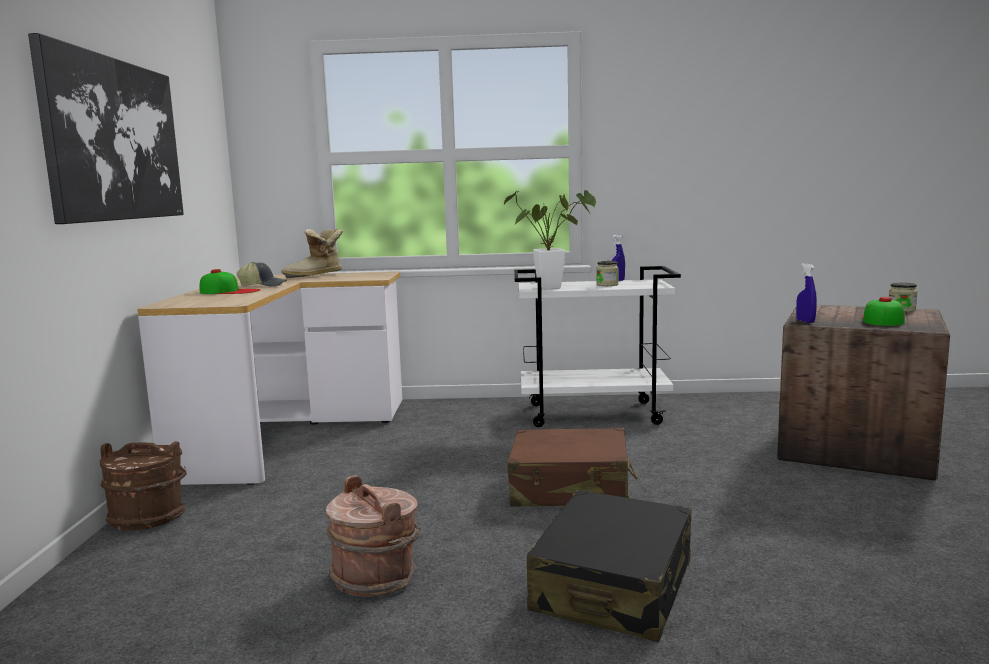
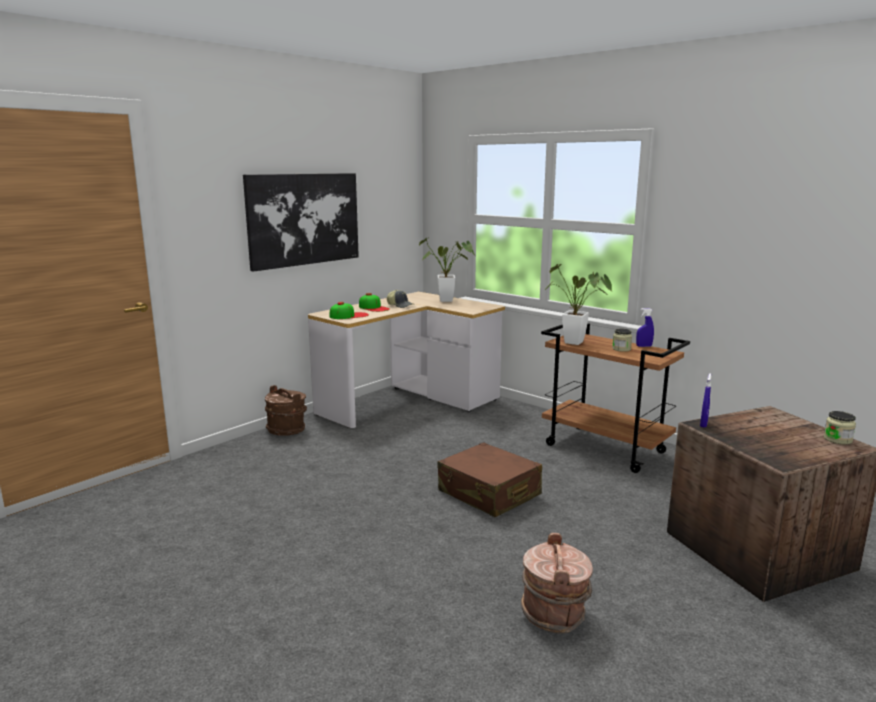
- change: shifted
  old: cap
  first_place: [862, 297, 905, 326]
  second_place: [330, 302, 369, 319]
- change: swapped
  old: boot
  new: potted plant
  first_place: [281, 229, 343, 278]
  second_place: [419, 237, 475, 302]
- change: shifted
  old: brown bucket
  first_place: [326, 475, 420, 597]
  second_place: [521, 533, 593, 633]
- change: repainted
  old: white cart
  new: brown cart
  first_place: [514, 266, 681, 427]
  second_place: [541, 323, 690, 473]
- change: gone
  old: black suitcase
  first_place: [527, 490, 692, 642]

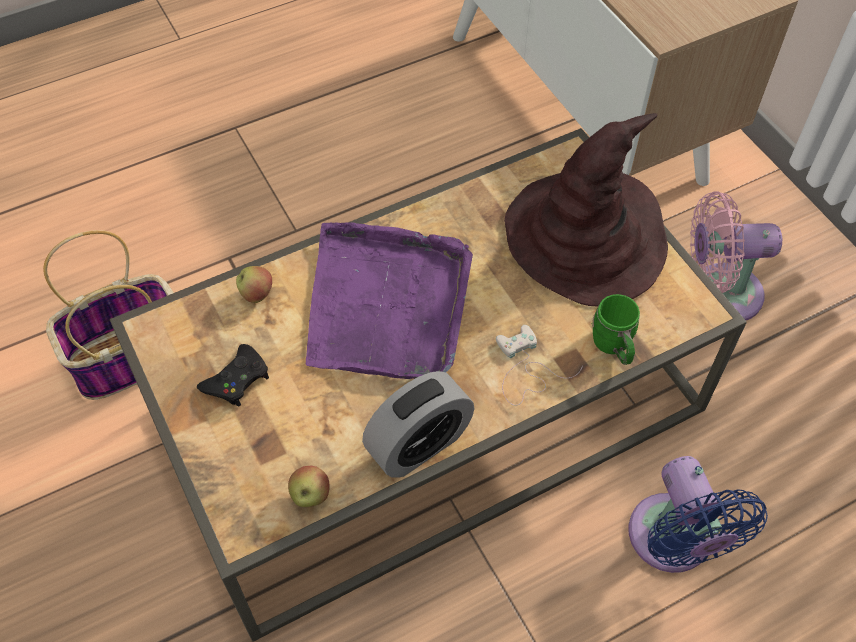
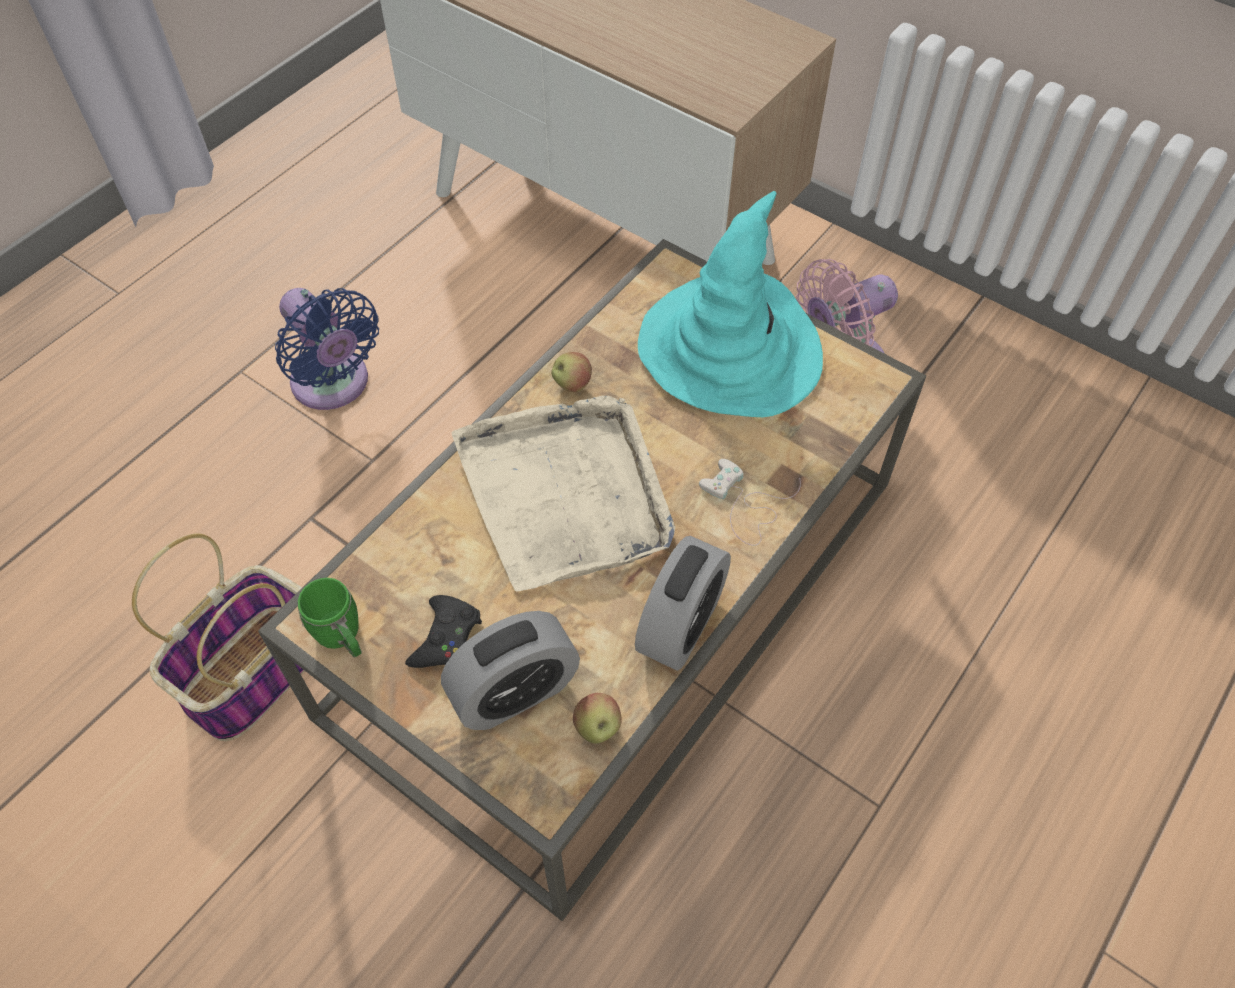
- change: shifted
  old: blue fan
  first_place: [629, 456, 768, 573]
  second_place: [275, 288, 379, 410]
- change: shifted
  old: green mug
  first_place: [592, 294, 640, 365]
  second_place: [298, 578, 362, 657]
- change: new
  new: alarm clock
  second_place: [441, 611, 580, 730]
- change: repainted
  old: purple tray
  new: beige tray
  first_place: [306, 222, 473, 379]
  second_place: [451, 396, 675, 592]
- change: shifted
  old: apple
  first_place: [236, 266, 272, 303]
  second_place: [551, 352, 592, 392]
- change: repainted
  old: brown hat
  new: turquoise hat
  first_place: [504, 113, 668, 306]
  second_place: [638, 191, 823, 417]

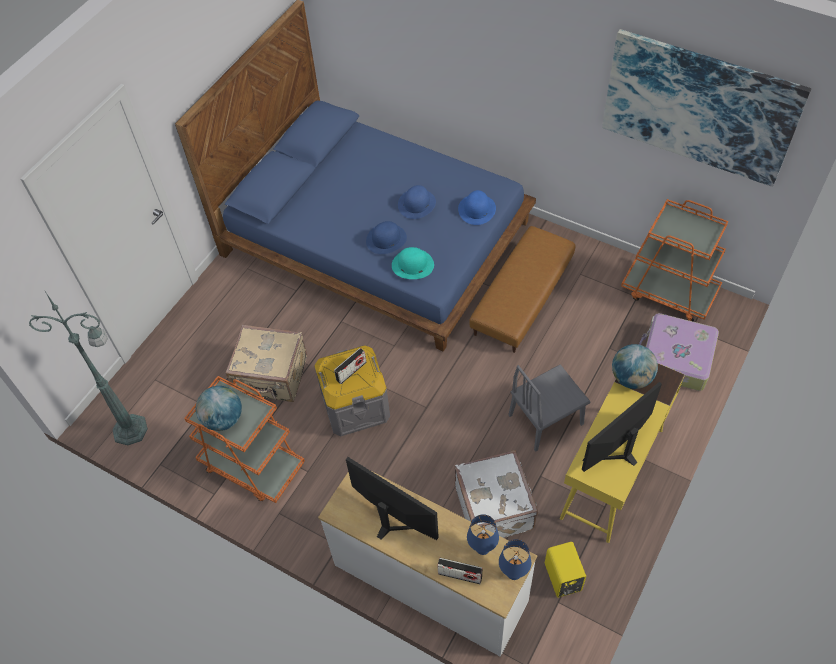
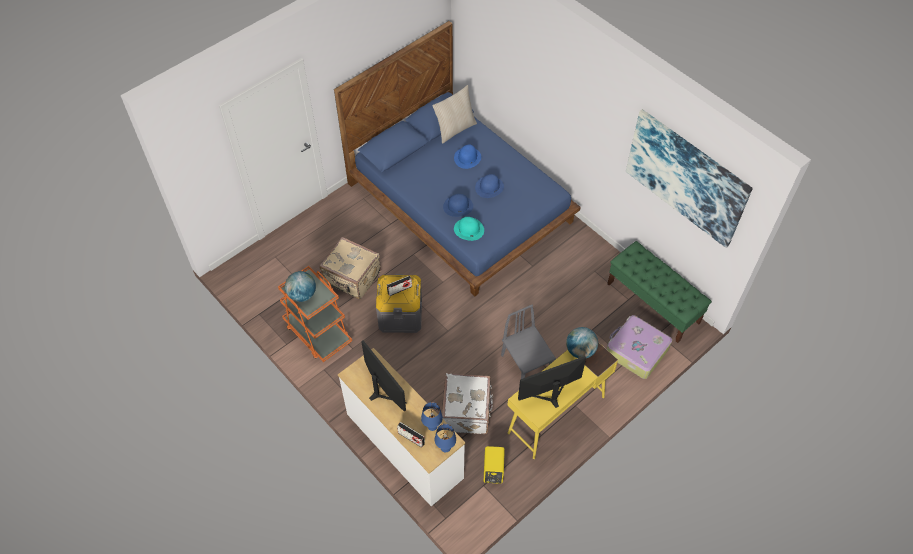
- change: new
  new: beige pillow
  second_place: [432, 85, 477, 144]
- change: shifted
  old: blue hat
  first_place: [458, 190, 496, 225]
  second_place: [454, 145, 481, 169]
- change: rotated
  old: grey chair
  first_place: [508, 364, 591, 452]
  second_place: [501, 305, 556, 379]
  degrees: 75
- change: swapped
  old: orange cart
  new: green bench
  first_place: [621, 199, 728, 322]
  second_place: [607, 241, 712, 343]
- change: gone
  old: green floor lamp
  first_place: [29, 290, 148, 445]
- change: gone
  old: brown ottoman
  first_place: [469, 226, 576, 353]

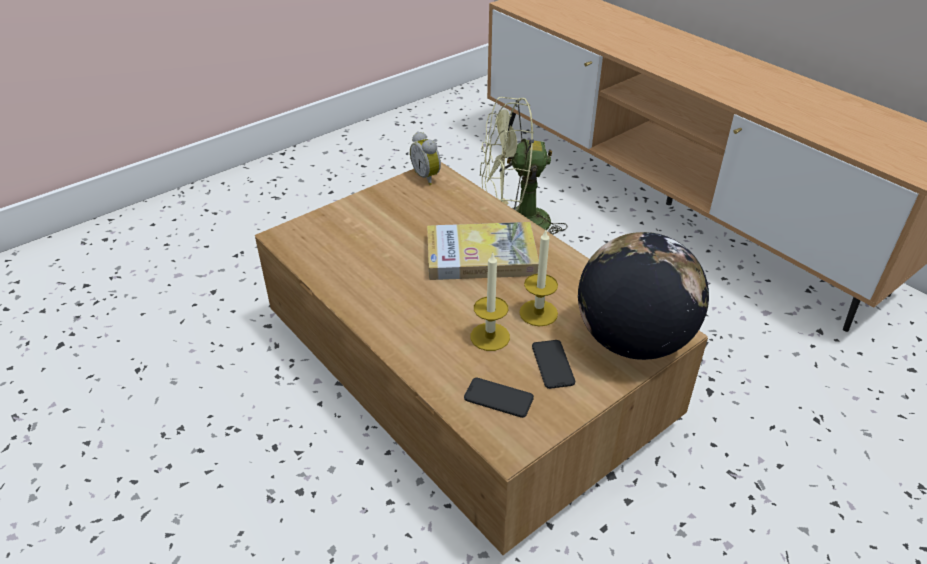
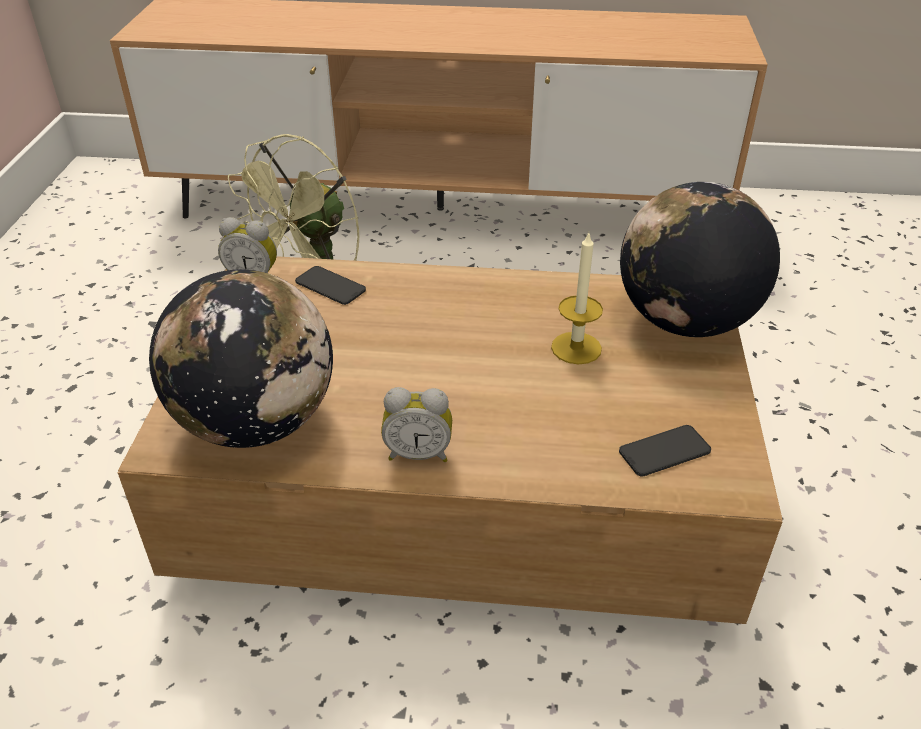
- change: new
  new: globe
  second_place: [149, 269, 333, 448]
- change: shifted
  old: phone
  first_place: [532, 340, 575, 389]
  second_place: [295, 266, 366, 305]
- change: new
  new: alarm clock
  second_place: [381, 387, 452, 462]
- change: gone
  old: book
  first_place: [427, 222, 539, 280]
- change: gone
  old: candle
  first_place: [470, 253, 510, 351]

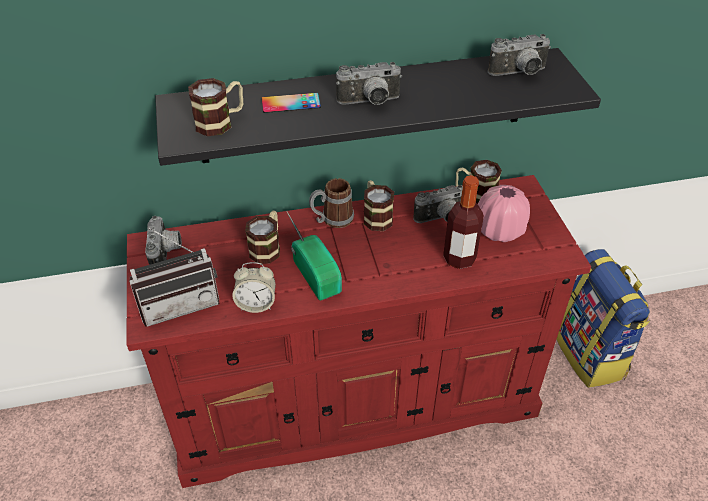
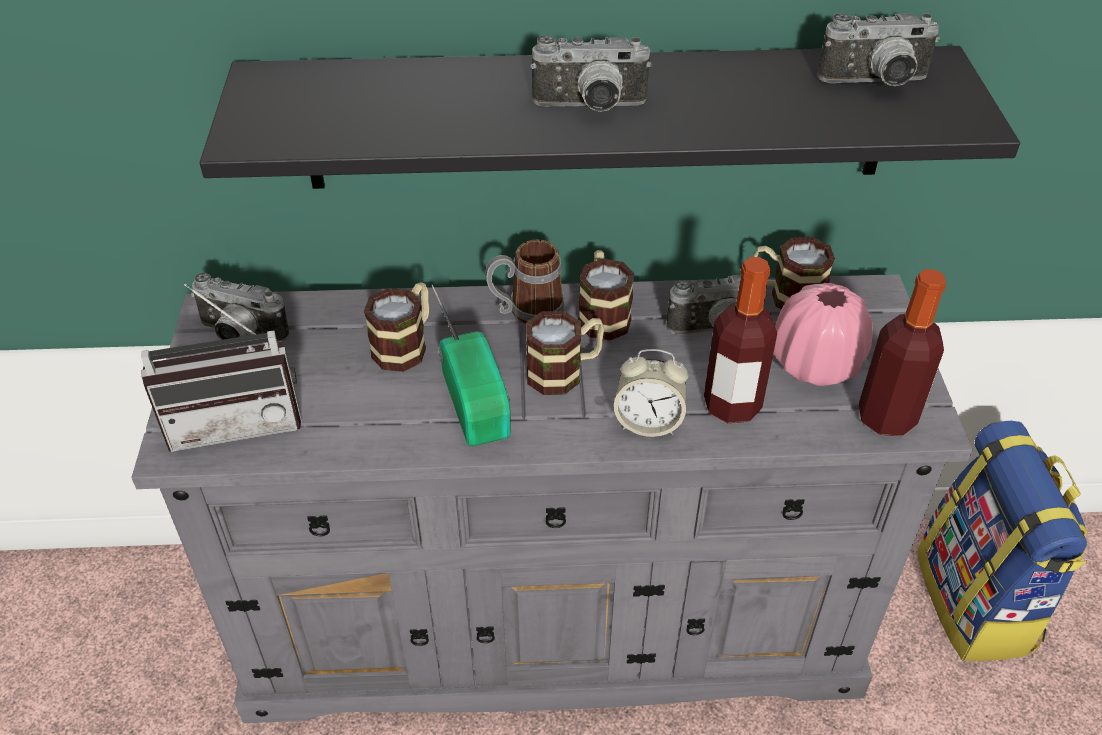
- change: repainted
  old: red dresser
  new: grey dresser
  first_place: [127, 175, 591, 488]
  second_place: [131, 274, 972, 723]
- change: rotated
  old: photo camera
  first_place: [145, 216, 182, 270]
  second_place: [191, 273, 289, 342]
  degrees: 105
- change: shifted
  old: mug
  first_place: [188, 78, 243, 136]
  second_place: [526, 311, 605, 395]
- change: shifted
  old: alarm clock
  first_place: [232, 262, 276, 313]
  second_place: [614, 349, 689, 437]
- change: new
  new: bottle
  second_place: [859, 269, 946, 436]
- change: gone
  old: phone
  first_place: [262, 93, 321, 113]

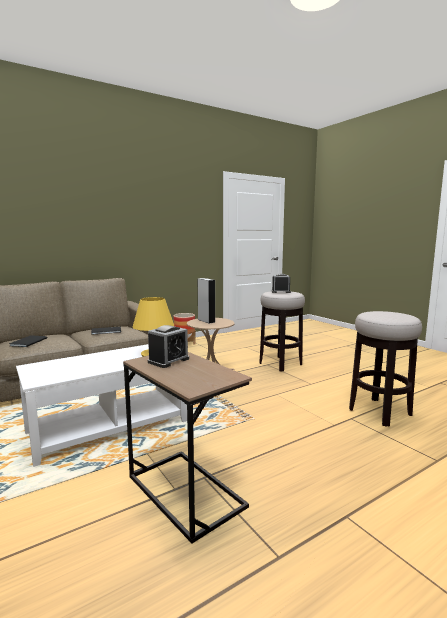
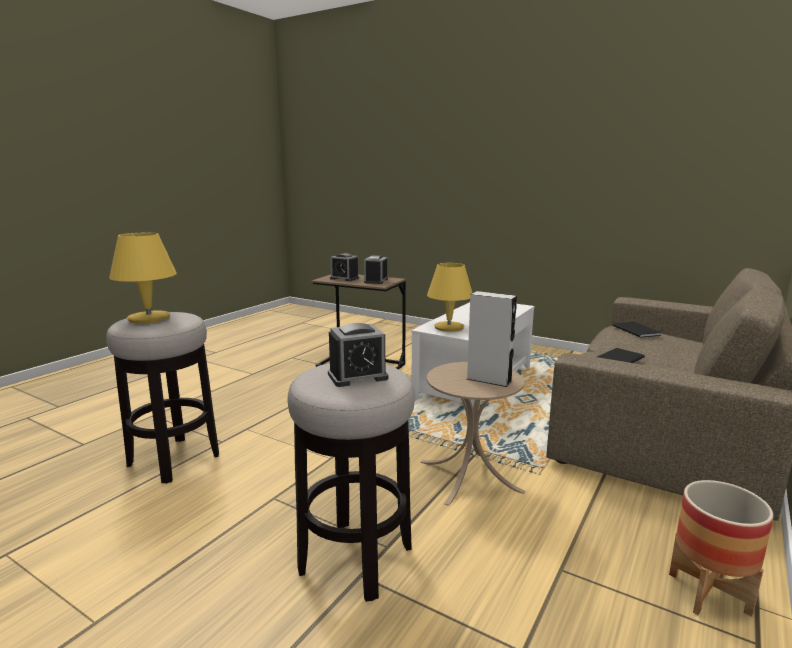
- change: new
  new: yellow table lamp
  second_place: [109, 233, 177, 324]
- change: new
  new: alarm clock
  second_place: [330, 253, 359, 281]

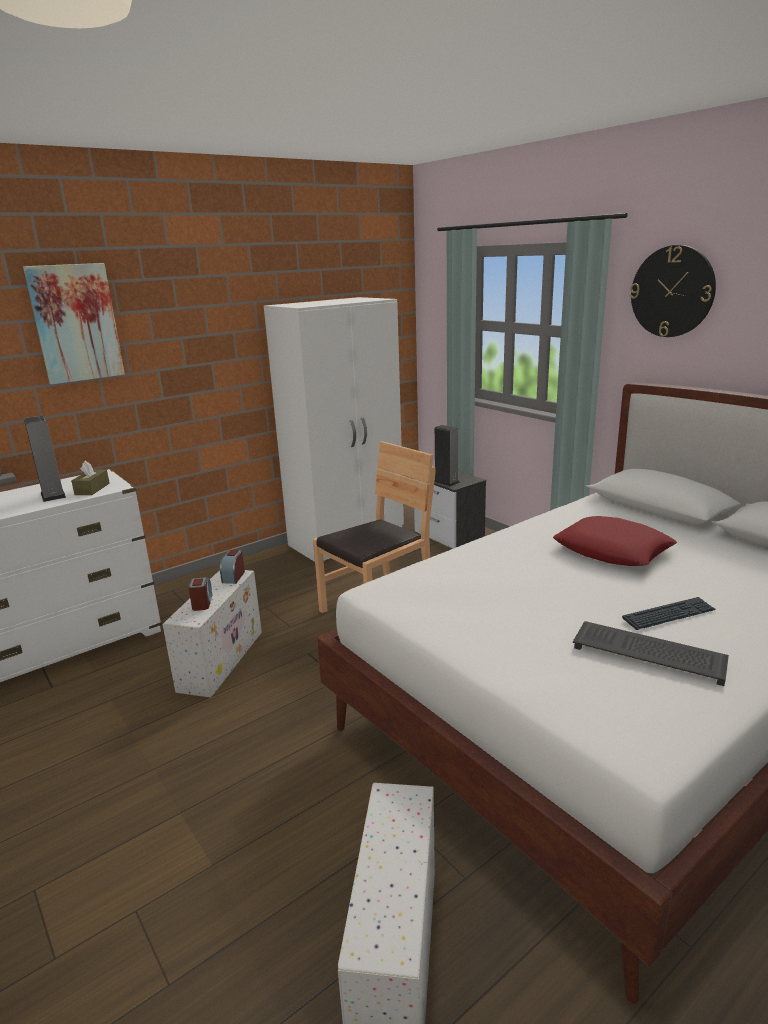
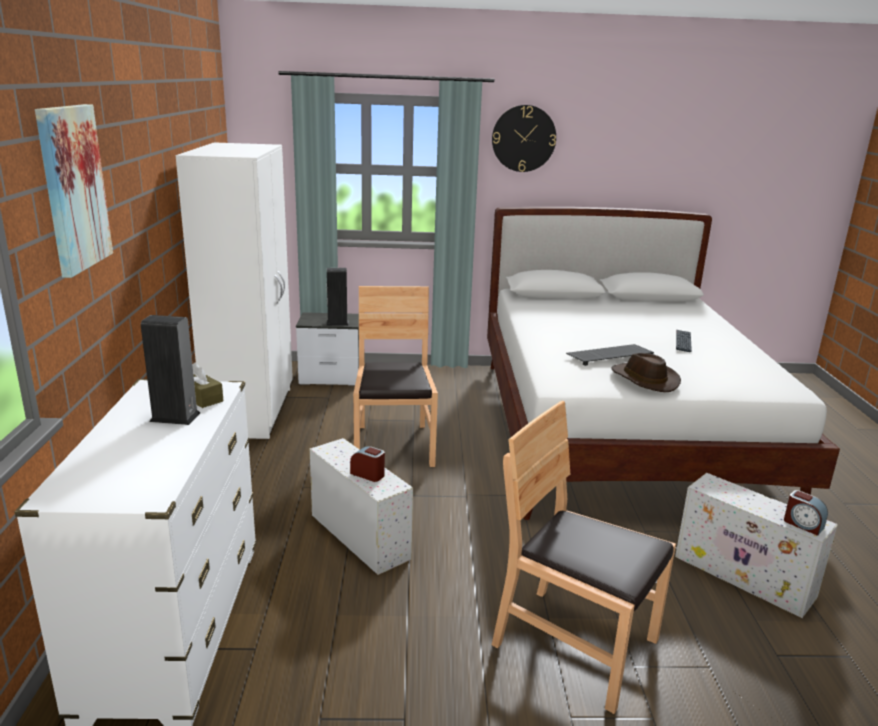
- change: new
  new: brown chair
  second_place: [492, 401, 676, 714]
- change: shifted
  old: keyboard
  first_place: [573, 621, 729, 686]
  second_place: [566, 344, 654, 366]
- change: new
  new: brown hat
  second_place: [611, 353, 681, 392]
- change: shifted
  old: alarm clock
  first_place: [220, 550, 245, 584]
  second_place: [784, 490, 828, 536]
- change: gone
  old: red pillow
  first_place: [553, 516, 677, 566]

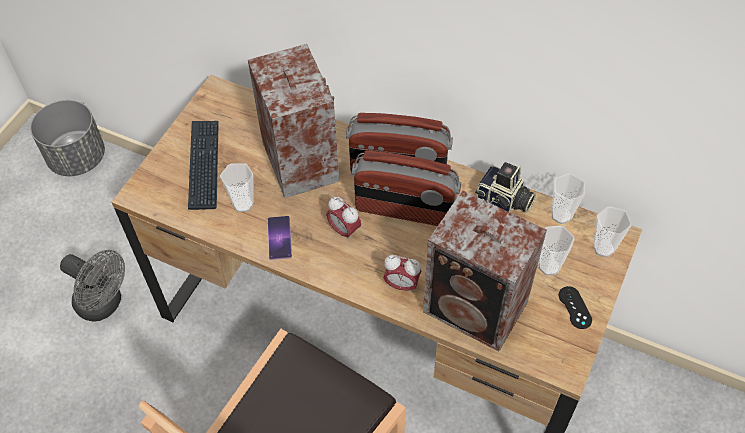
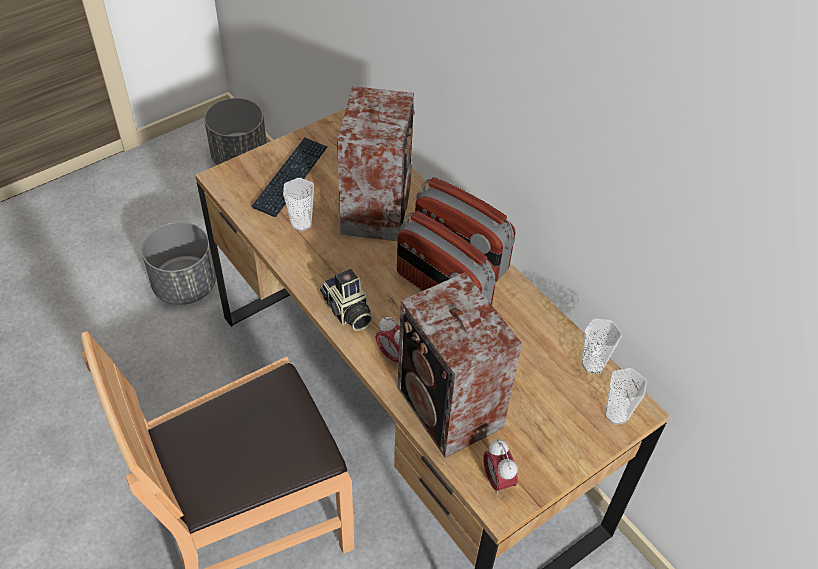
- change: swapped
  old: grey fan
  new: grey planter
  first_place: [60, 250, 125, 322]
  second_place: [142, 222, 216, 305]
- change: shifted
  old: photo camera
  first_place: [475, 162, 536, 212]
  second_place: [320, 269, 373, 331]
- change: shifted
  old: alarm clock
  first_place: [326, 197, 361, 241]
  second_place: [483, 439, 518, 495]
- change: gone
  old: phone
  first_place: [267, 216, 292, 260]
- change: gone
  old: cup
  first_place: [538, 225, 575, 276]
- change: gone
  old: black game controller
  first_place: [559, 286, 592, 329]

